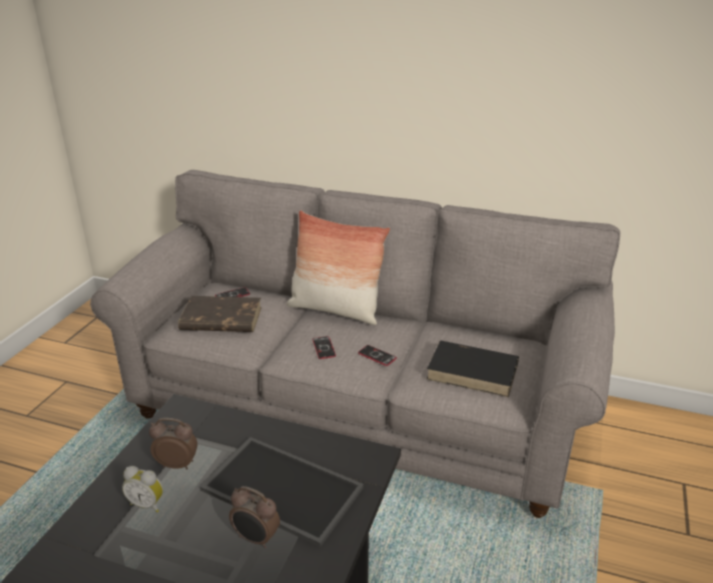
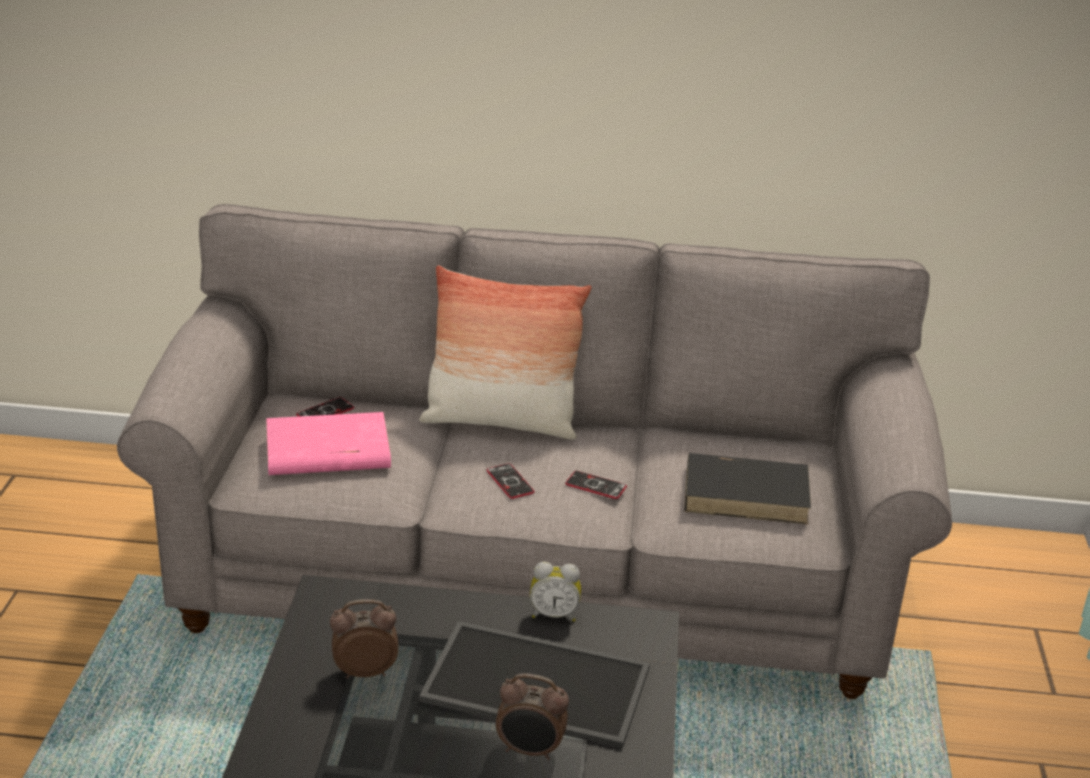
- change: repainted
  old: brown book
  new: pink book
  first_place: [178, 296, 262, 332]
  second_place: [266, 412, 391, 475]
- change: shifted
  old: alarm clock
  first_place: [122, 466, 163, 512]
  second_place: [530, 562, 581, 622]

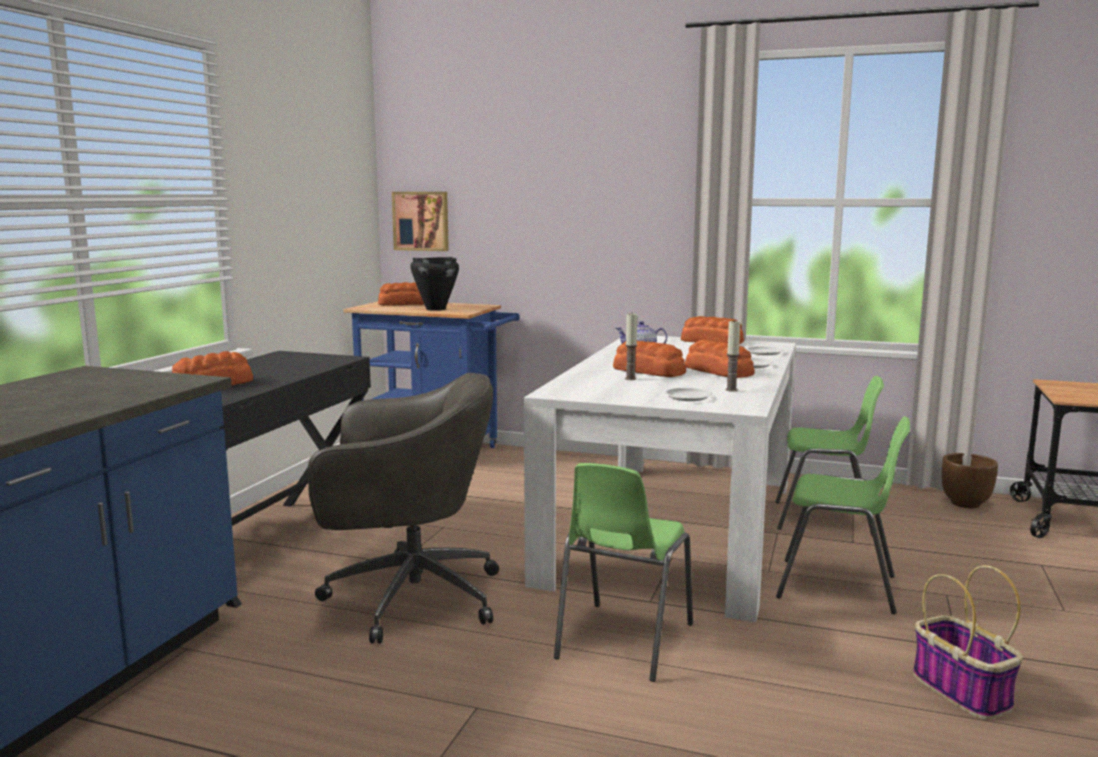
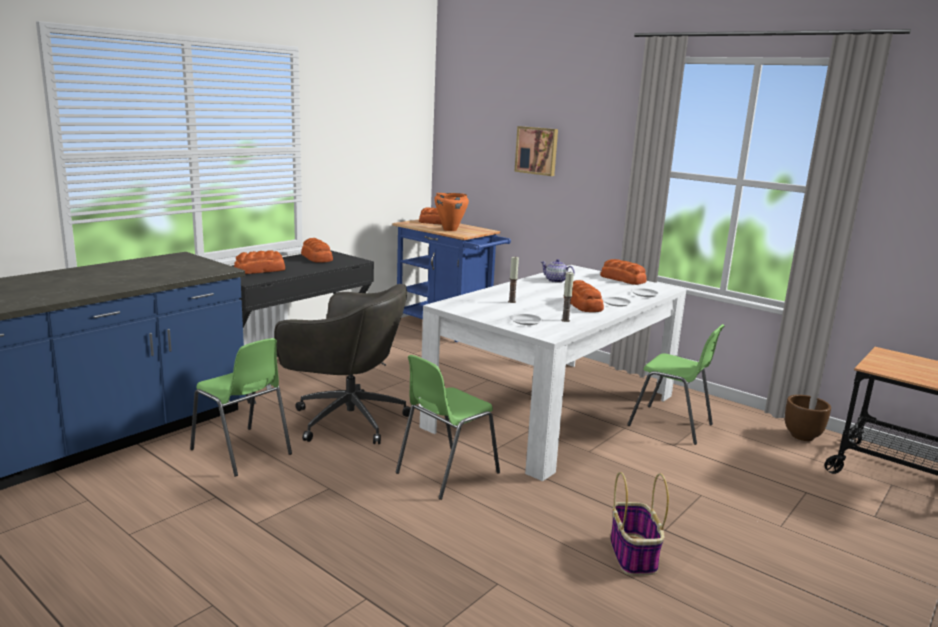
- change: shifted
  old: green chair
  first_place: [776, 416, 910, 614]
  second_place: [190, 338, 292, 477]
- change: shifted
  old: bread
  first_place: [613, 340, 686, 377]
  second_place: [301, 238, 333, 263]
- change: repainted
  old: black cooking pot
  new: orange cooking pot
  first_place: [410, 257, 459, 311]
  second_place: [434, 193, 469, 231]
- change: shifted
  old: picture
  first_place: [392, 192, 449, 251]
  second_place: [514, 126, 558, 176]

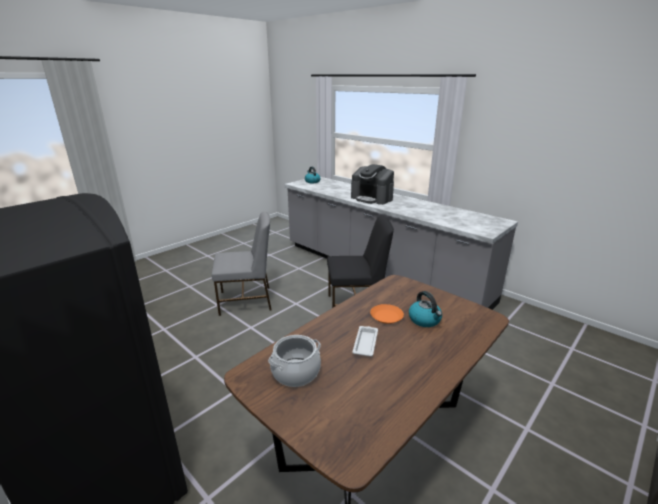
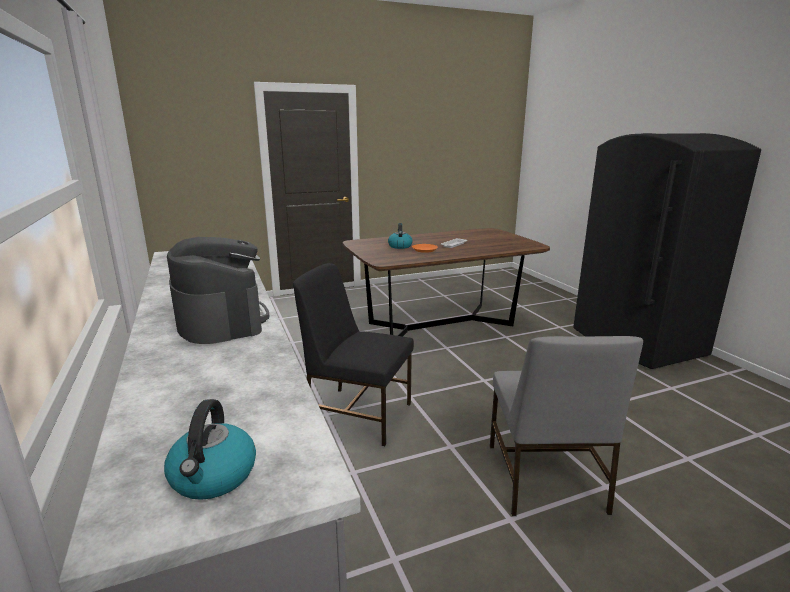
- change: rotated
  old: grey chair
  first_place: [212, 211, 272, 316]
  second_place: [490, 336, 643, 516]
  degrees: -105
- change: gone
  old: cooking pot
  first_place: [268, 335, 321, 387]

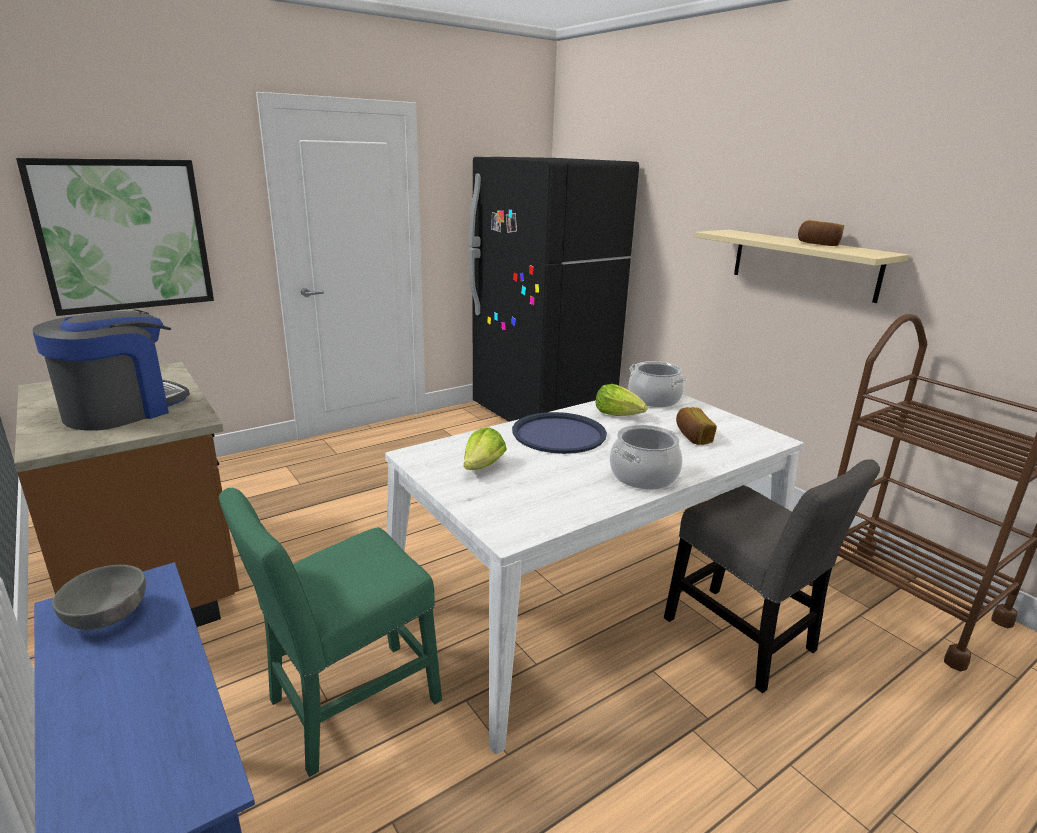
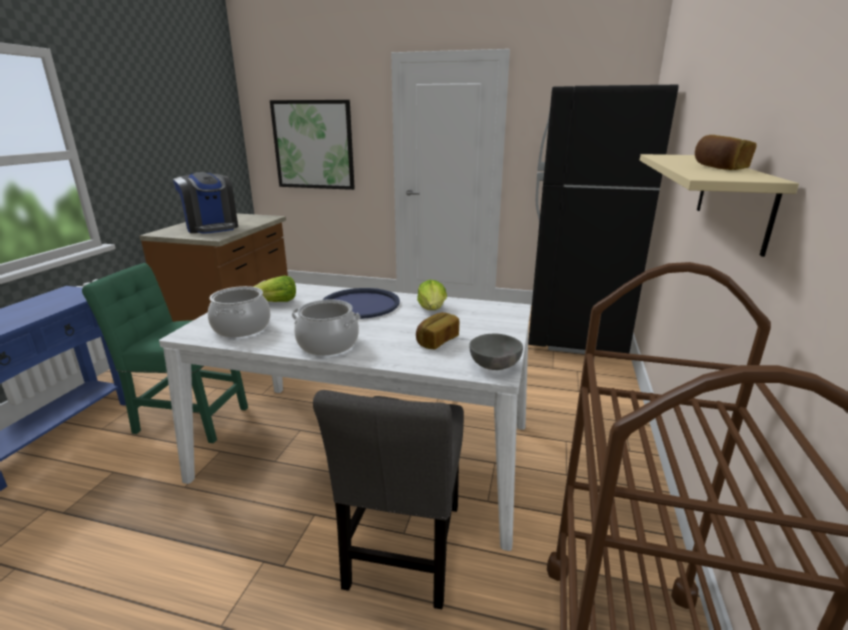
- change: rotated
  old: coffee machine
  first_place: [33, 310, 190, 431]
  second_place: [173, 172, 238, 234]
  degrees: 60
- change: shifted
  old: cooking pot
  first_place: [628, 361, 687, 407]
  second_place: [208, 286, 271, 337]
- change: shifted
  old: grey bowl
  first_place: [52, 565, 146, 630]
  second_place: [469, 334, 523, 370]

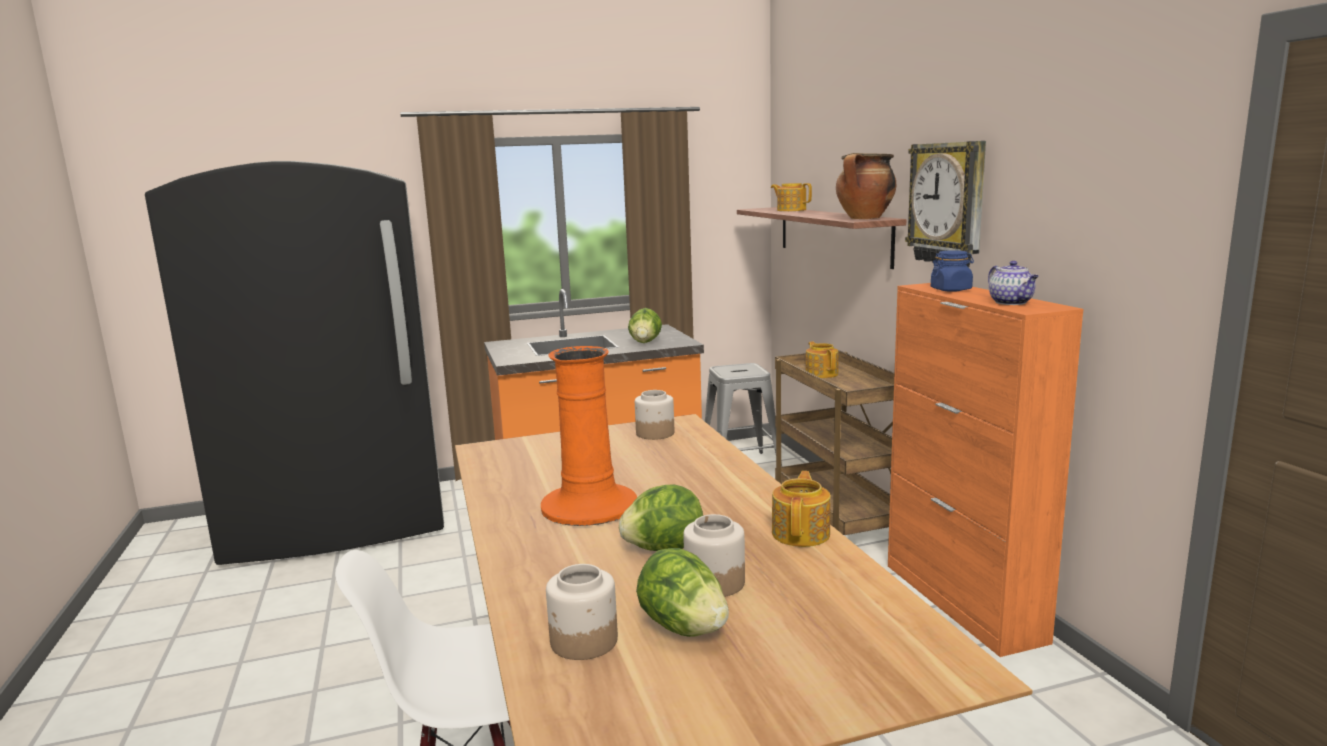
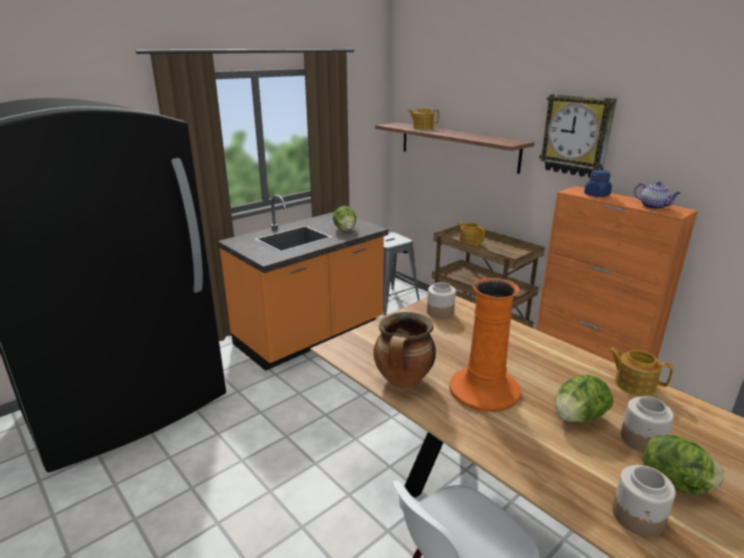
- change: shifted
  old: cooking pot
  first_place: [836, 153, 896, 219]
  second_place: [373, 312, 436, 388]
- change: rotated
  old: teapot
  first_place: [772, 471, 831, 547]
  second_place: [608, 348, 674, 396]
  degrees: -45

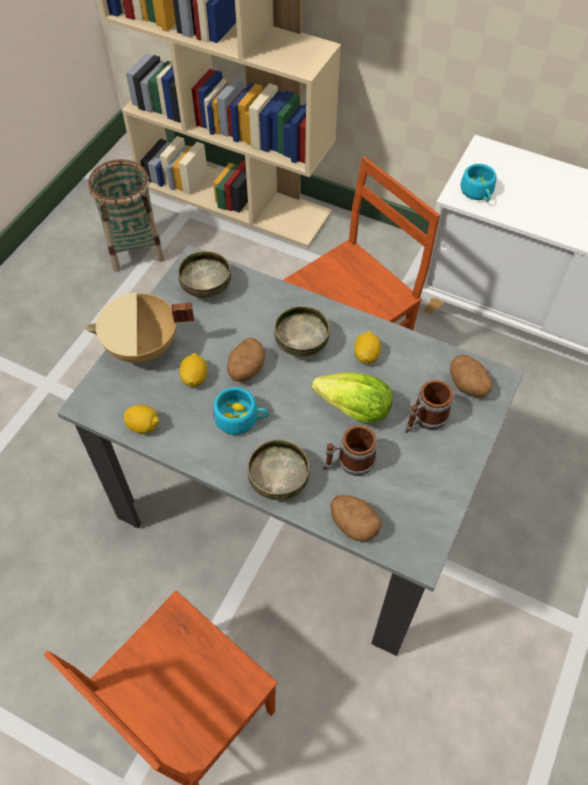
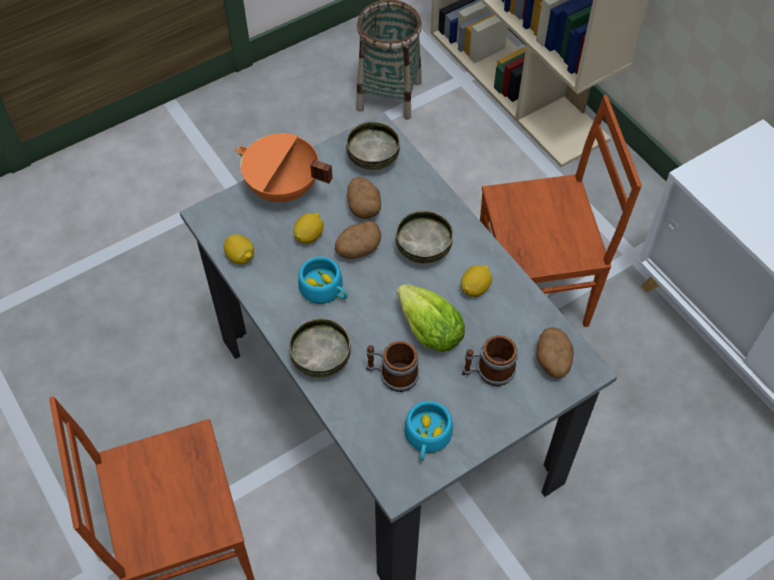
- change: repainted
  old: beige cooking pot
  new: orange cooking pot
  first_place: [85, 292, 194, 363]
  second_place: [235, 133, 333, 202]
- change: shifted
  old: potato
  first_place: [330, 495, 382, 542]
  second_place: [347, 177, 381, 219]
- change: shifted
  old: turquoise cup
  first_place: [461, 164, 496, 202]
  second_place: [404, 401, 453, 461]

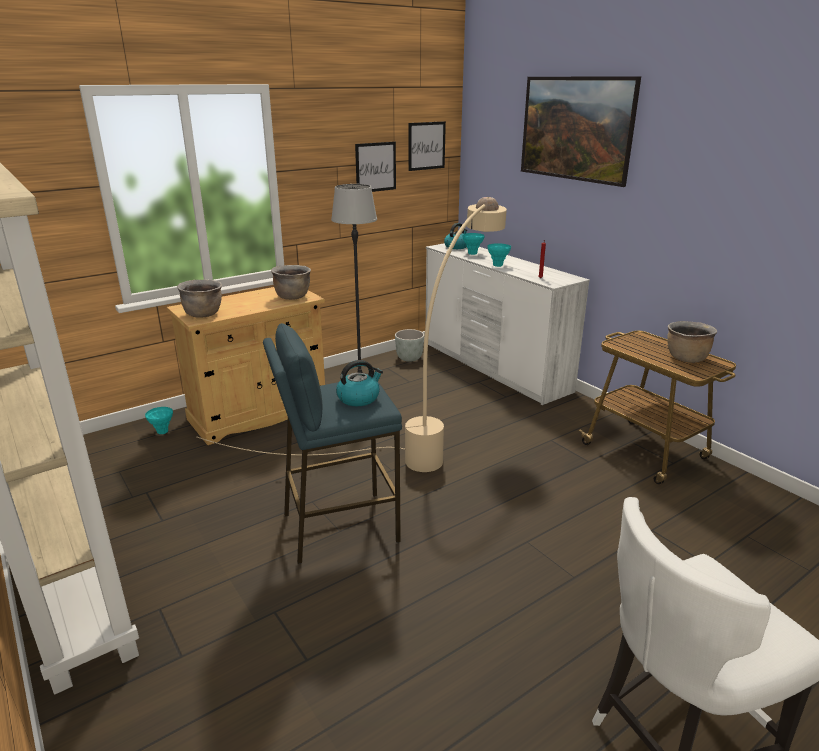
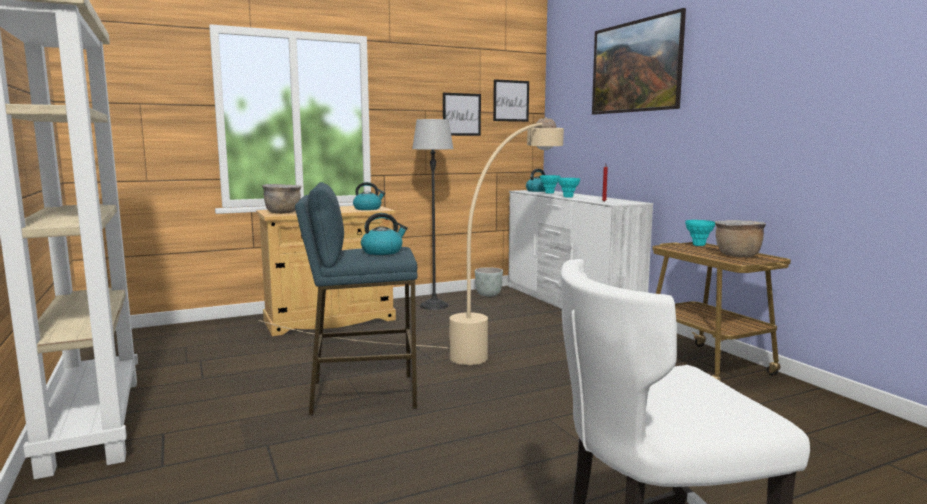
- change: swapped
  old: brown cooking pot
  new: kettle
  first_place: [271, 265, 311, 300]
  second_place: [353, 182, 385, 210]
- change: shifted
  old: turquoise vase
  first_place: [145, 407, 173, 434]
  second_place: [685, 220, 715, 246]

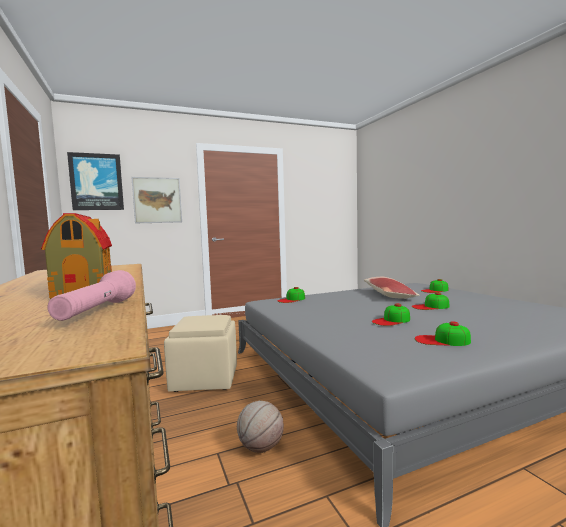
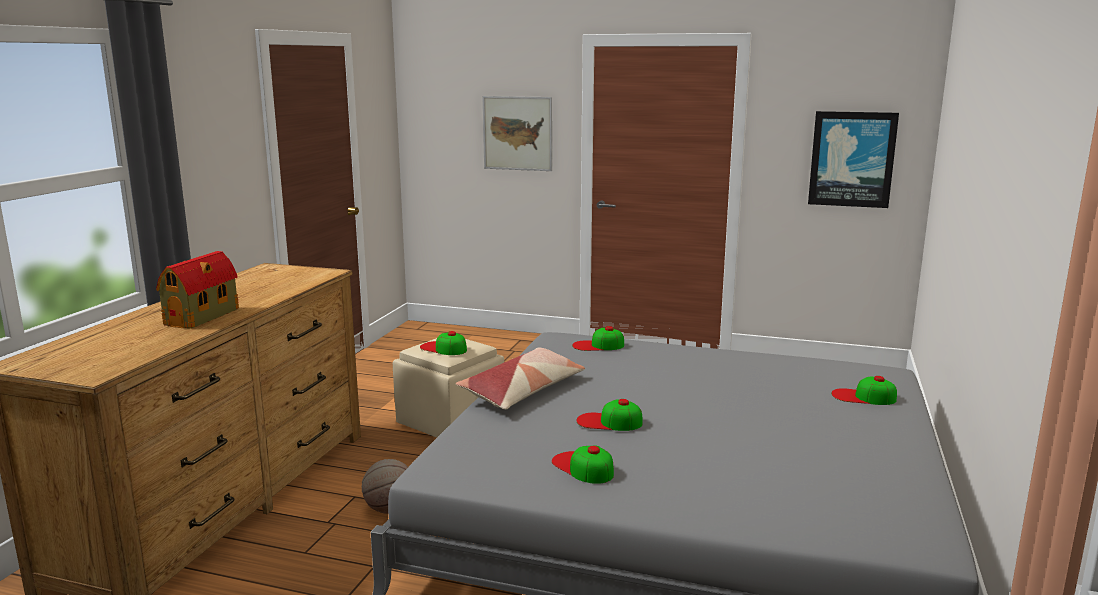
- change: shifted
  old: cap
  first_place: [412, 292, 450, 310]
  second_place: [420, 331, 467, 355]
- change: shifted
  old: pillow
  first_place: [364, 277, 420, 299]
  second_place: [456, 347, 585, 410]
- change: shifted
  old: picture
  first_place: [67, 152, 124, 210]
  second_place: [808, 111, 899, 208]
- change: gone
  old: pink flashlight
  first_place: [48, 270, 136, 321]

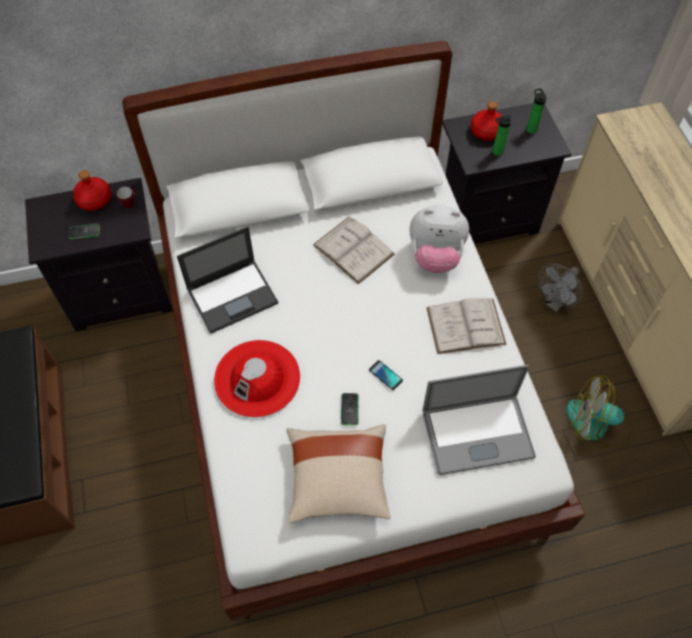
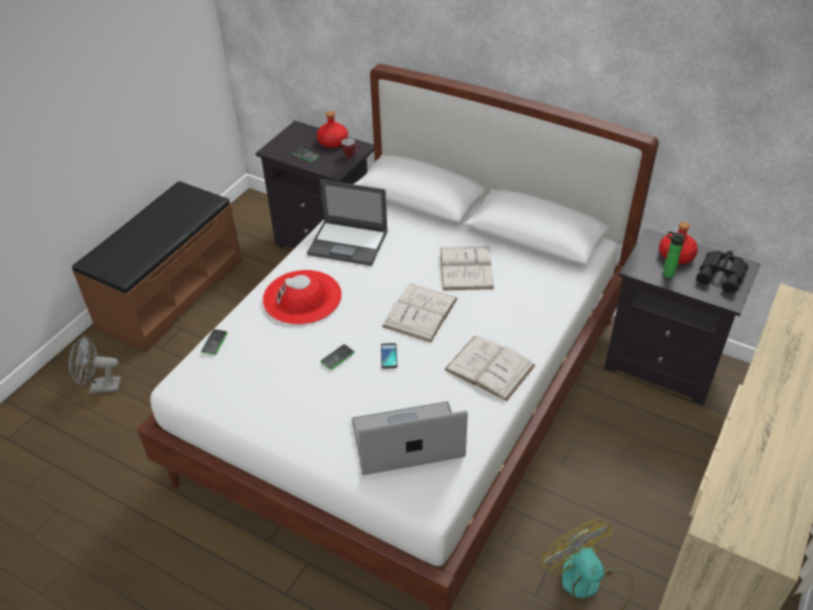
- change: shifted
  old: grey fan
  first_place: [538, 264, 583, 312]
  second_place: [69, 335, 121, 393]
- change: new
  new: phone
  second_place: [201, 329, 228, 355]
- change: rotated
  old: laptop
  first_place: [423, 365, 536, 475]
  second_place: [351, 401, 468, 475]
  degrees: 135
- change: new
  new: white book
  second_place: [382, 284, 458, 342]
- change: swapped
  old: bottle
  new: black binoculars
  first_place: [527, 88, 547, 134]
  second_place: [696, 250, 748, 294]
- change: gone
  old: beige pillow
  first_place: [286, 424, 391, 523]
- change: gone
  old: plush toy
  first_place: [409, 205, 469, 273]

